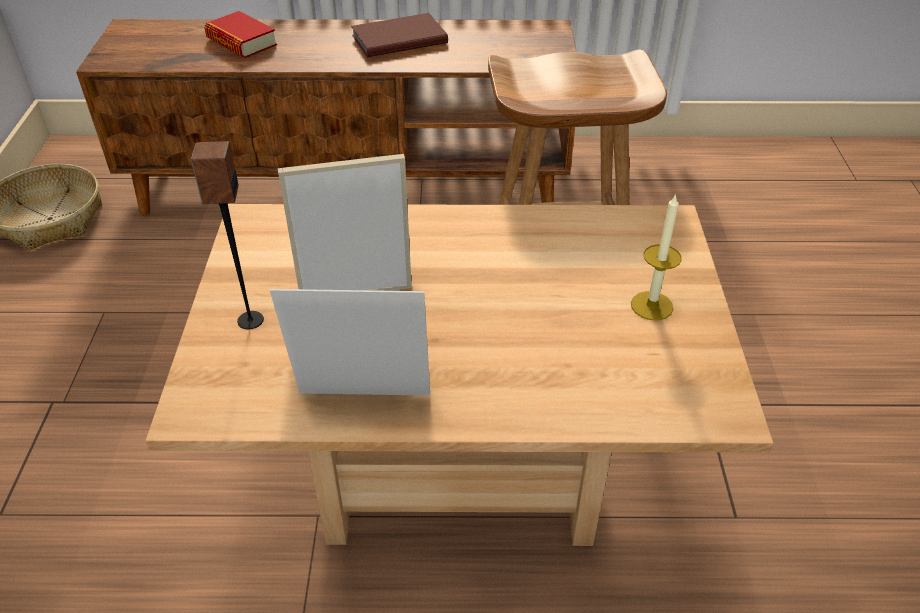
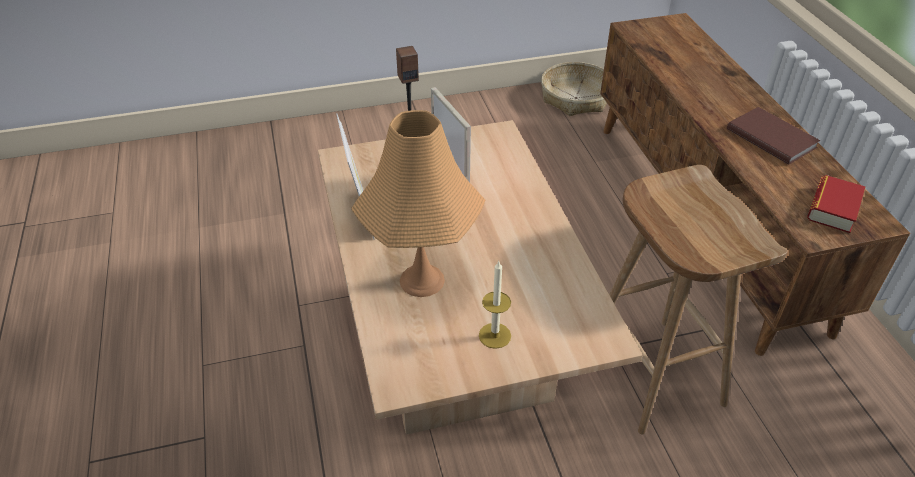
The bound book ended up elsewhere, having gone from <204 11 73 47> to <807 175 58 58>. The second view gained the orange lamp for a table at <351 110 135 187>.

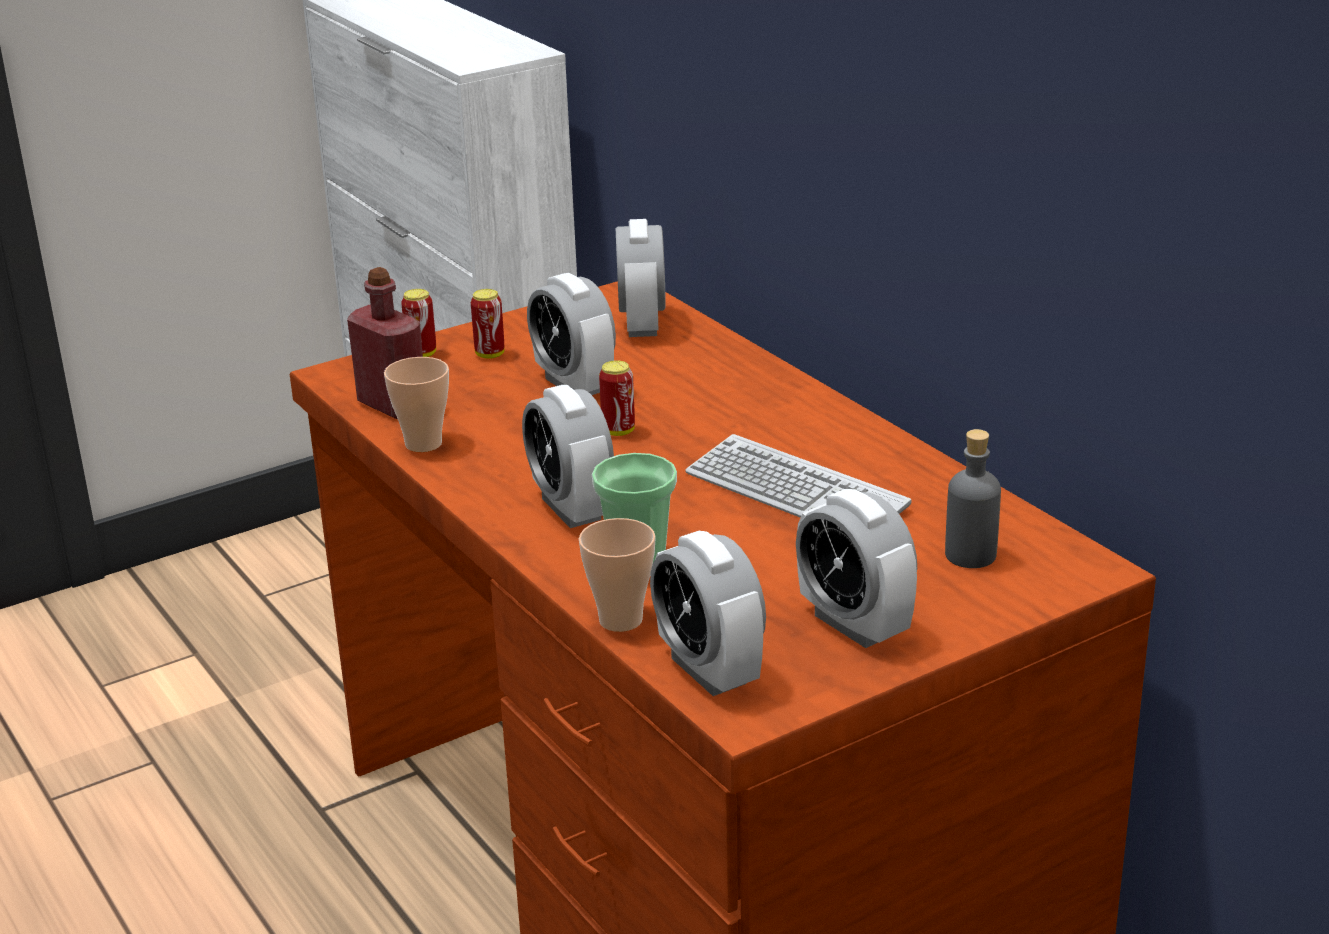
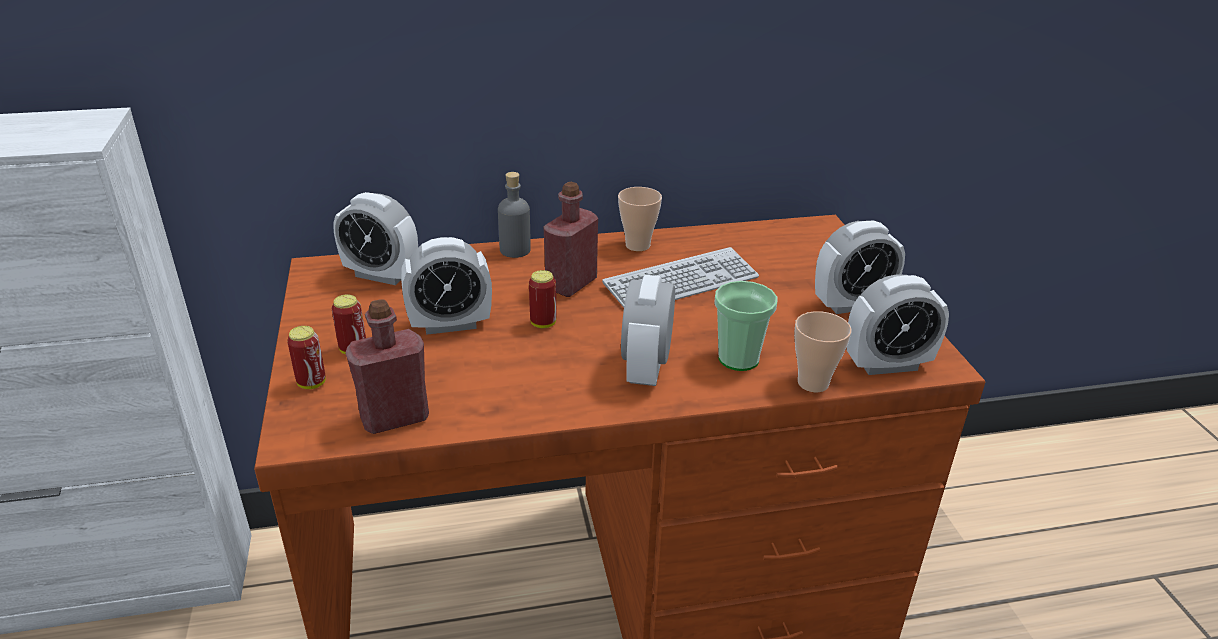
The cup ended up elsewhere, having gone from <384 357 65 95> to <618 187 44 65>. The table clock at <522 385 92 143> ended up facing another way, 105 degrees clockwise from before. The greyish beverage bottle ended up elsewhere, having gone from <945 429 56 139> to <498 172 33 86>. The second view gained the red beverage bottle at <544 182 54 115>.

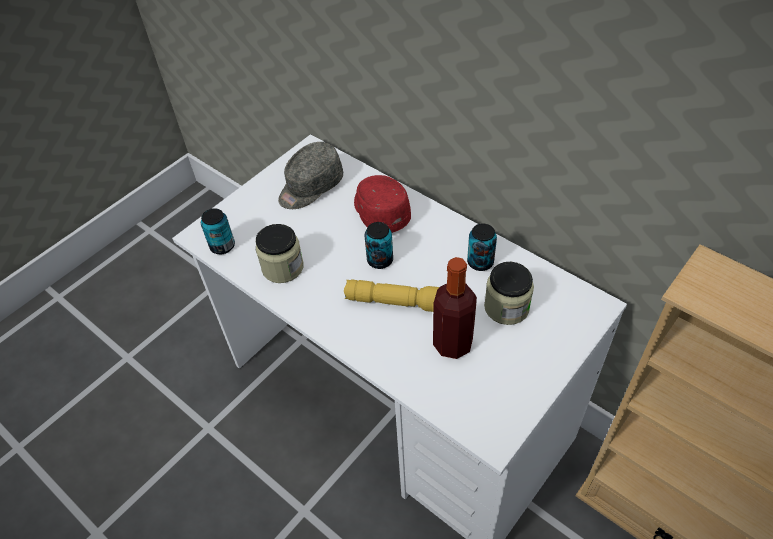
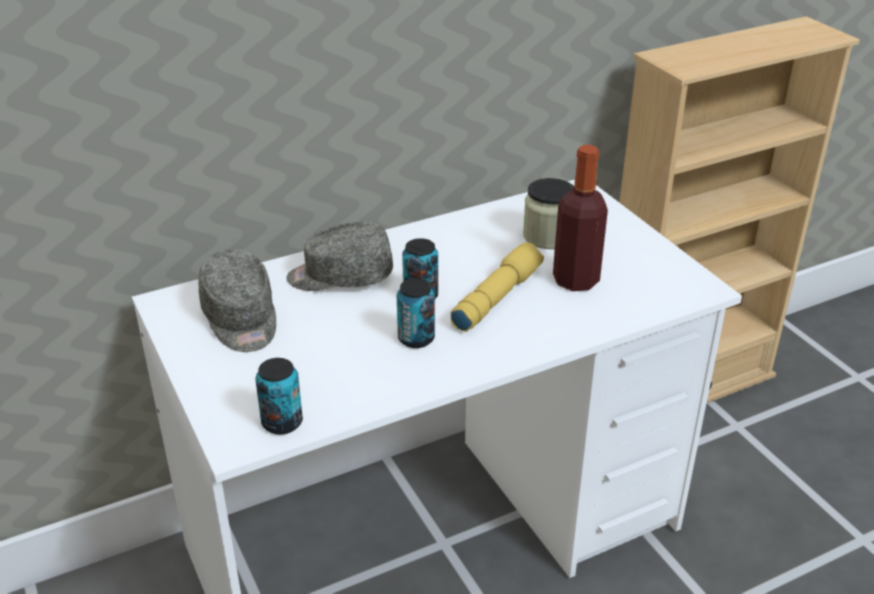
What was the red peaked cap at <354 175 57 58> turned into the greyish peaked cap at <286 222 107 69>. The sealed can ended up elsewhere, having gone from <467 223 30 48> to <397 278 38 70>. The second view lost the preserve jar at <256 224 48 59>.

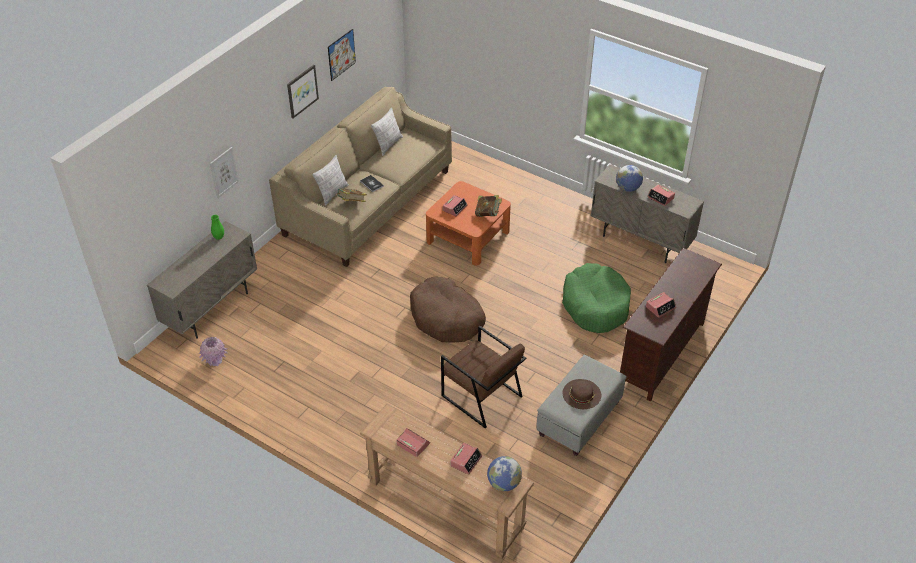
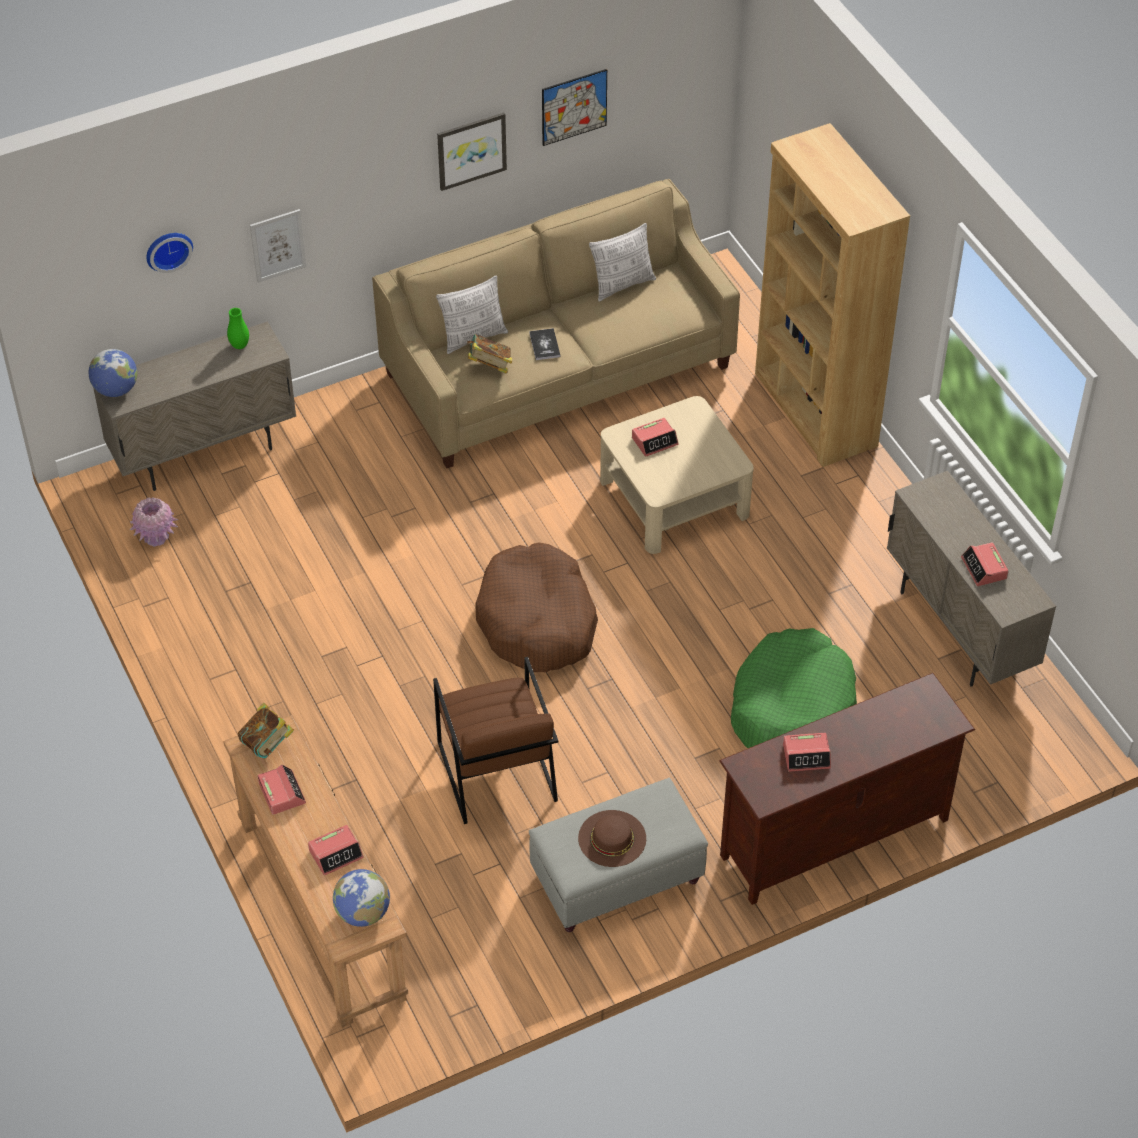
The desk globe ended up elsewhere, having gone from <616 165 27 27> to <88 349 49 48>. What was the orange low table at <426 181 85 85> turned into the sand-coloured low table at <600 396 154 158>. The bound book ended up elsewhere, having gone from <475 195 27 22> to <238 703 56 55>. The second view gained the brown-coloured shelving unit at <755 123 155 344>. The second view gained the wall clock at <147 233 46 40>.

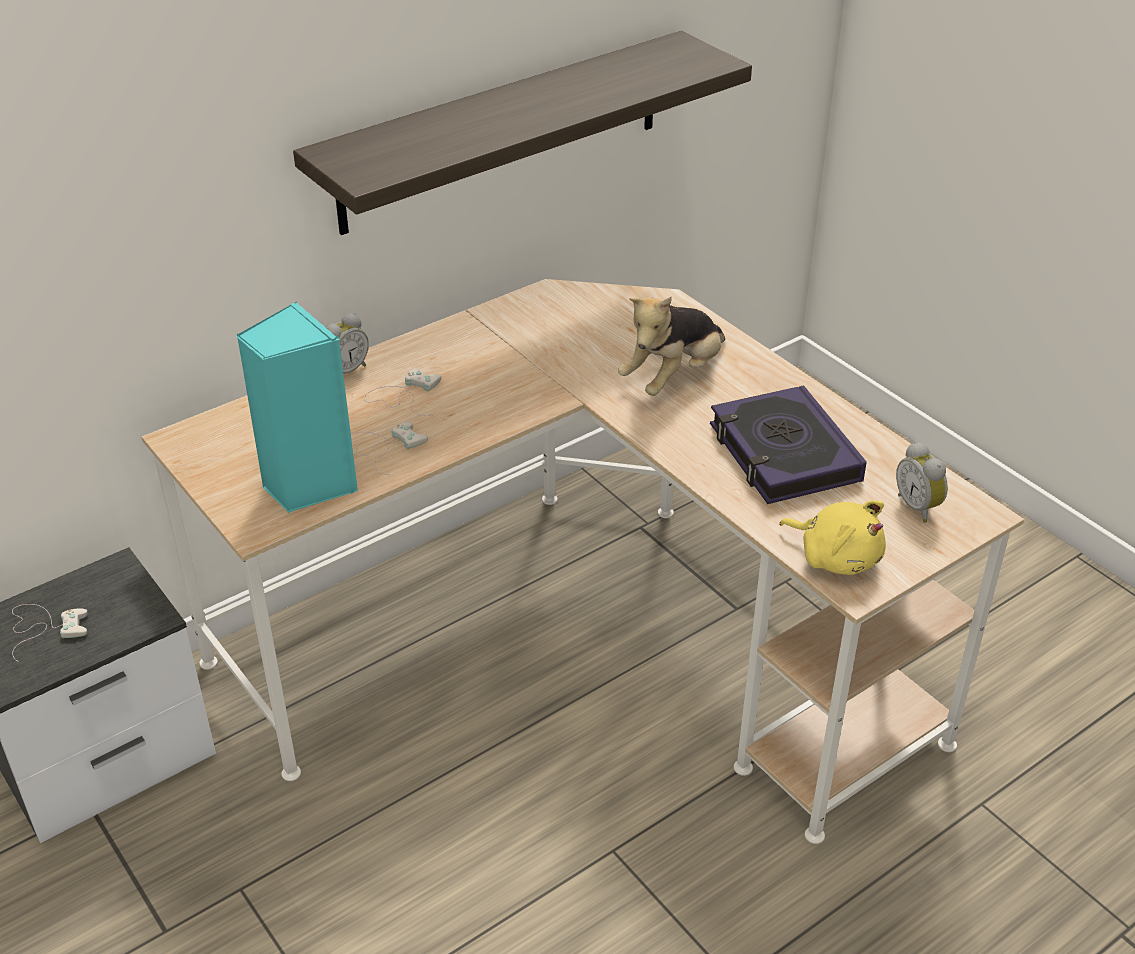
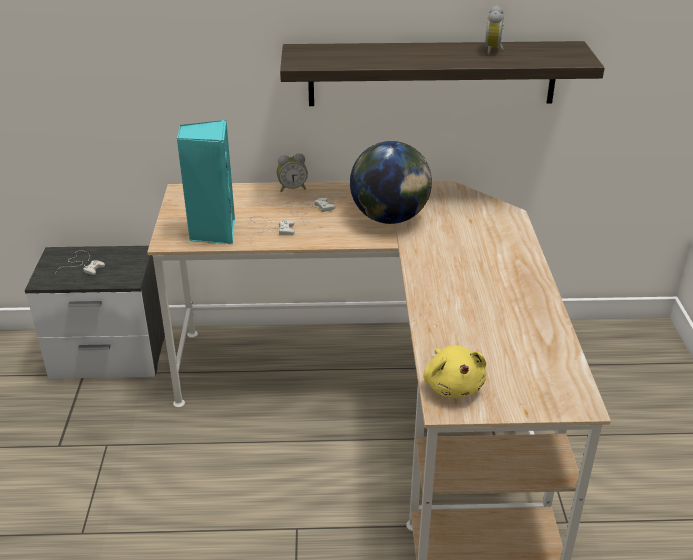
The second view lost the cuddly toy at <618 297 107 99>. The second view lost the bound book at <710 385 157 119>. The table clock ended up elsewhere, having gone from <896 442 52 81> to <485 5 19 50>. The second view gained the desk globe at <350 141 82 83>.

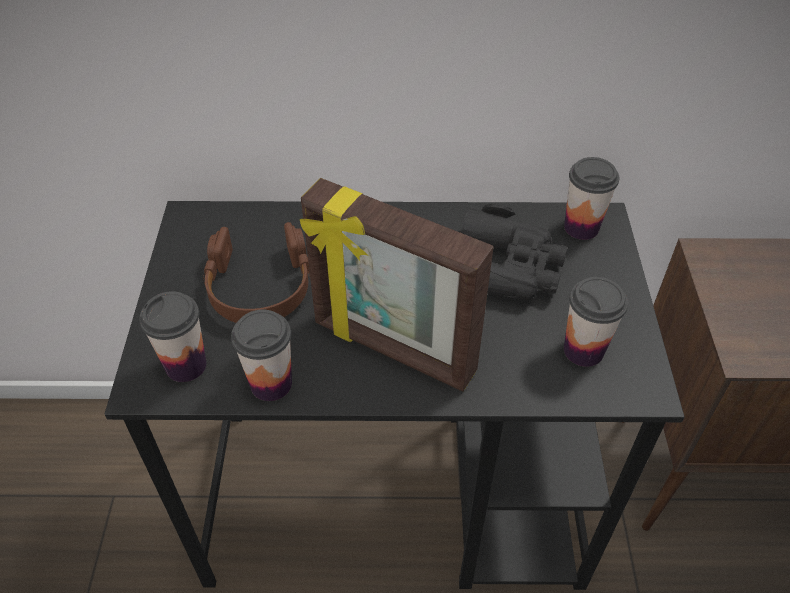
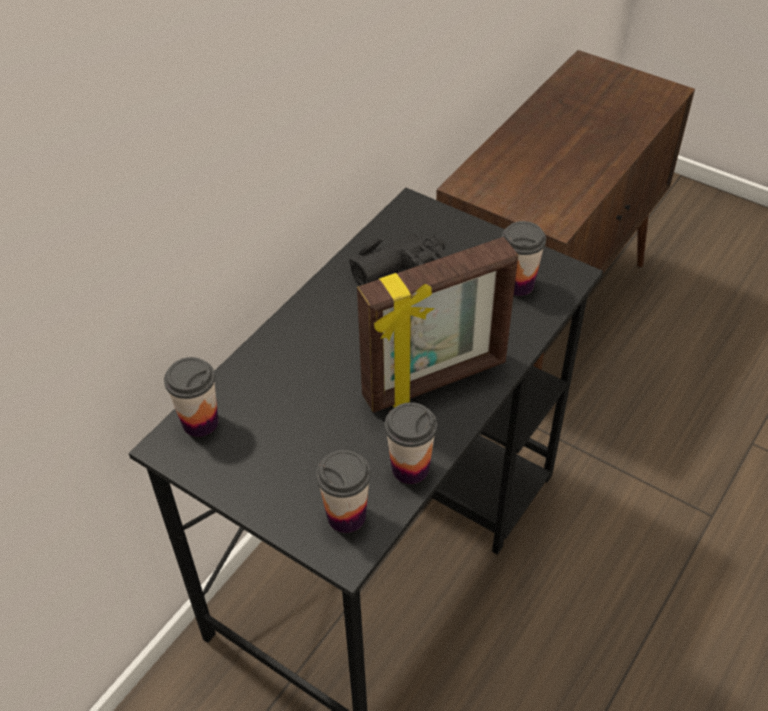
The cup ended up elsewhere, having gone from <564 157 55 83> to <164 357 54 80>. The second view lost the brown-coloured headphones at <203 222 107 101>.

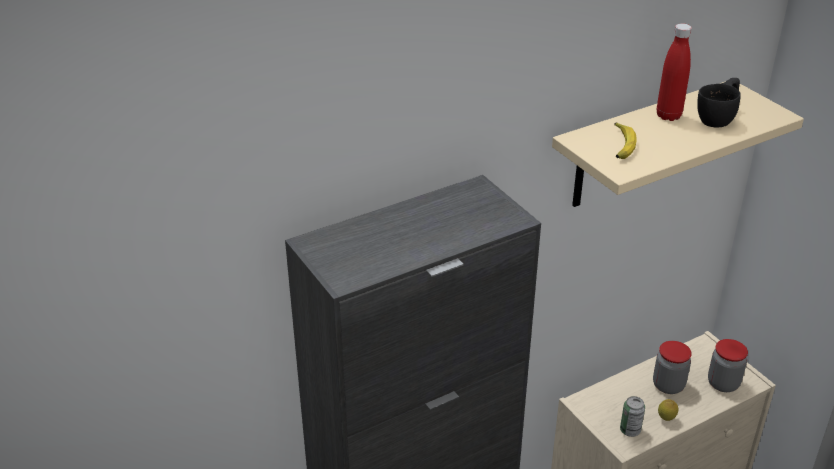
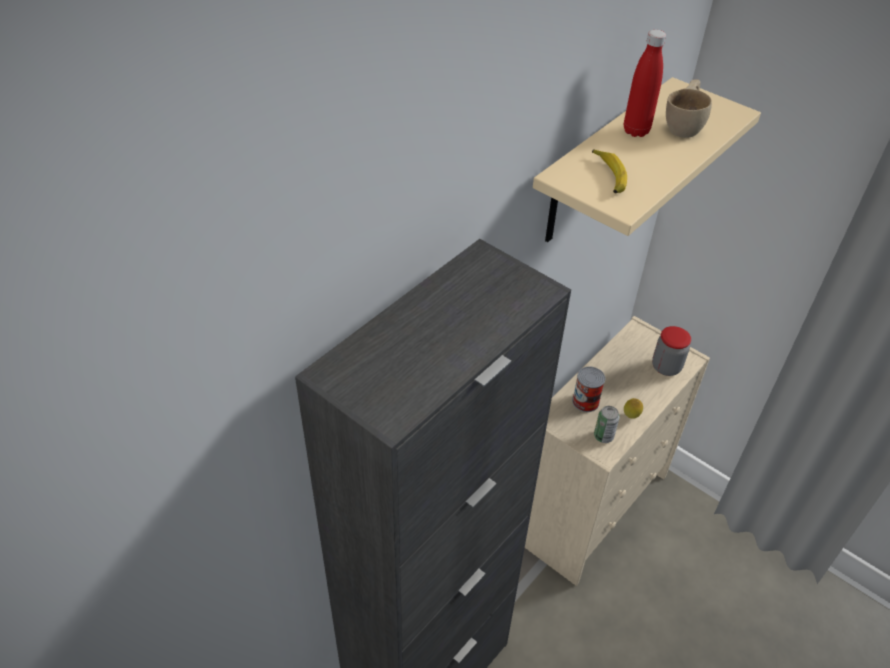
What was the blackish cup at <697 78 44 50> turned into the sand-coloured cup at <666 79 46 59>. The second view lost the preserve jar at <653 341 39 53>. The second view gained the sealed can at <572 367 33 45>.

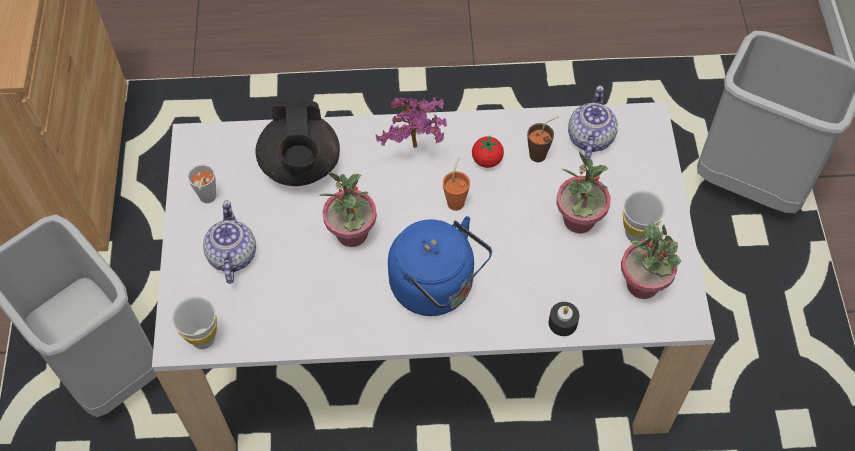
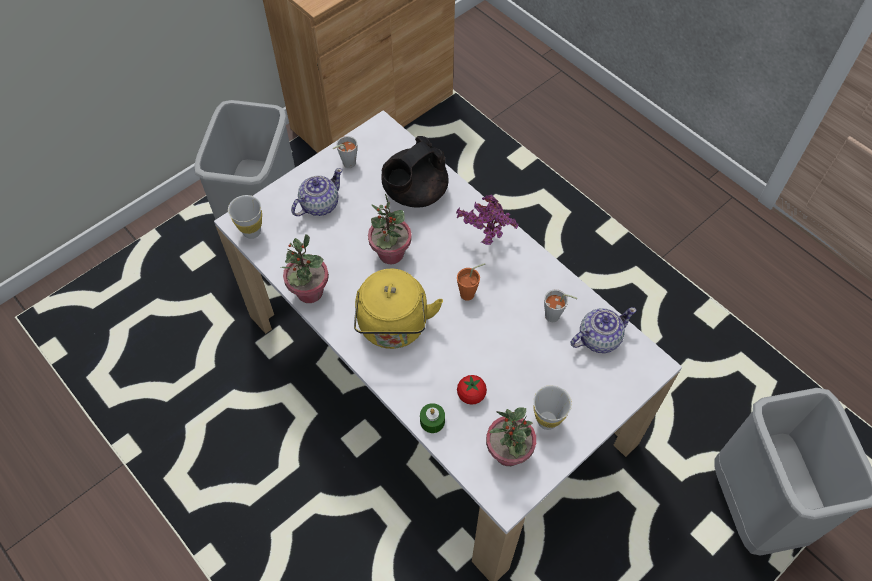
What was the brown-coloured cup at <527 116 32 46> turned into the greyish cup at <544 289 34 33>. The whole tomato ended up elsewhere, having gone from <472 136 32 32> to <457 375 30 30>. The houseplant ended up elsewhere, having gone from <557 152 53 81> to <281 234 48 69>. What was the blue-coloured kettle at <388 216 104 100> turned into the yellow kettle at <354 269 89 80>. What was the blackish wax light at <549 302 30 34> turned into the green wax light at <420 403 25 30>.

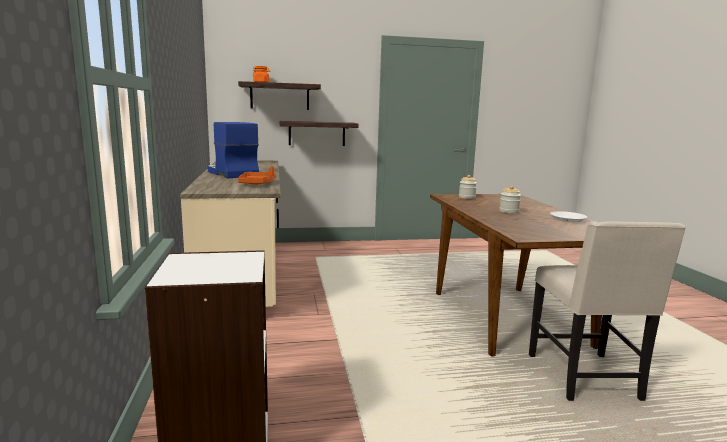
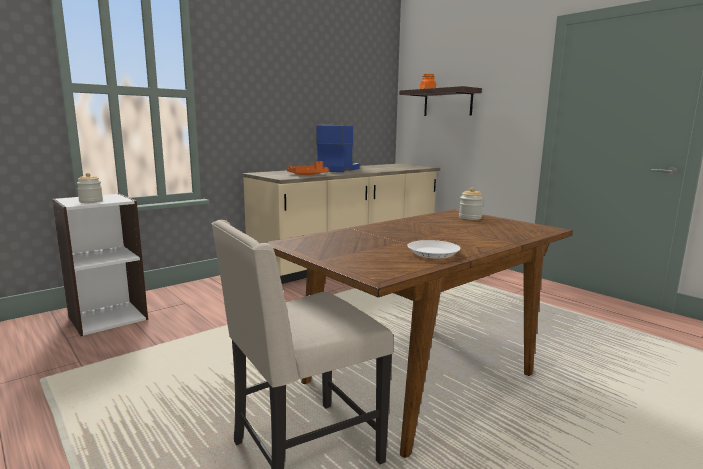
The second view lost the shelf at <280 121 79 25>. The preserve jar ended up elsewhere, having gone from <499 186 22 27> to <77 173 26 30>.

